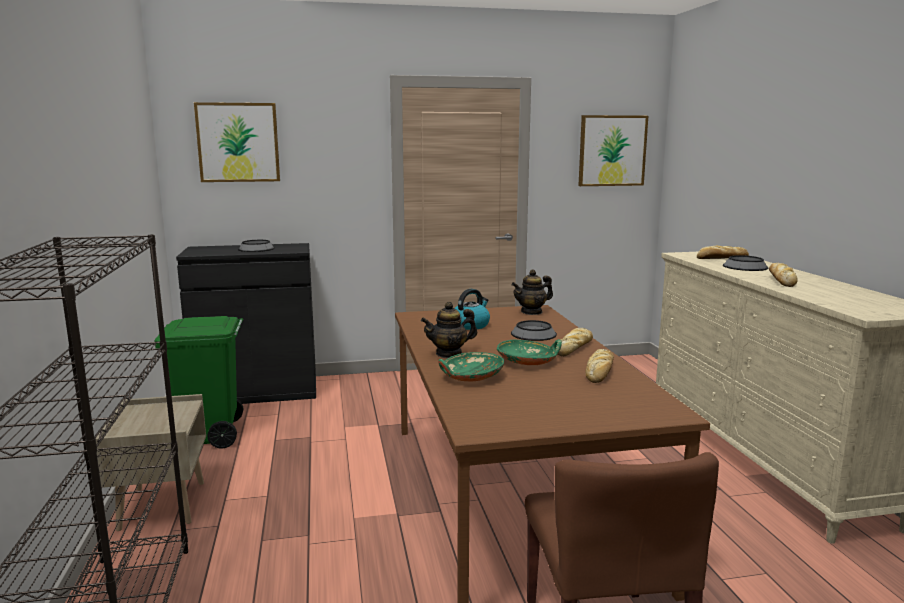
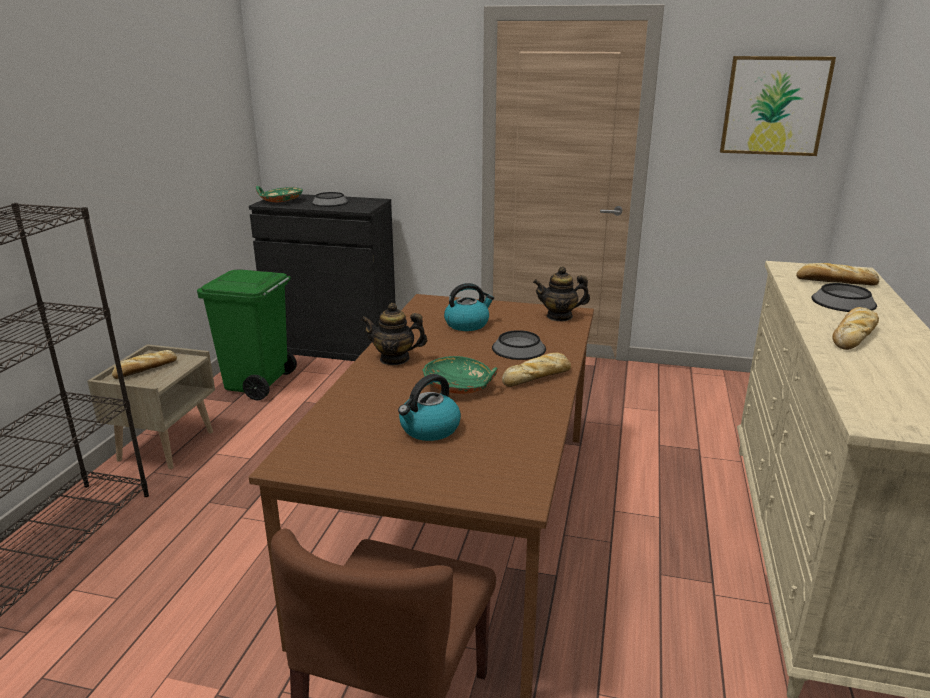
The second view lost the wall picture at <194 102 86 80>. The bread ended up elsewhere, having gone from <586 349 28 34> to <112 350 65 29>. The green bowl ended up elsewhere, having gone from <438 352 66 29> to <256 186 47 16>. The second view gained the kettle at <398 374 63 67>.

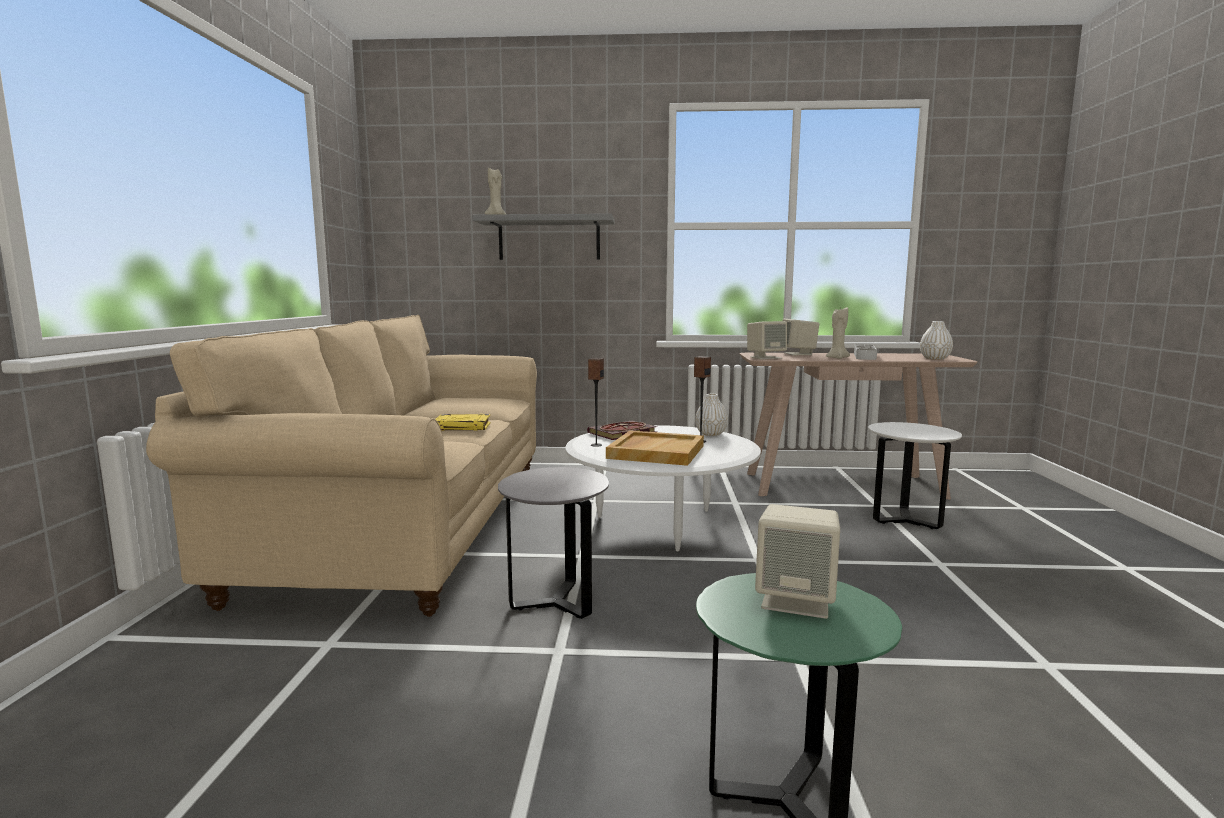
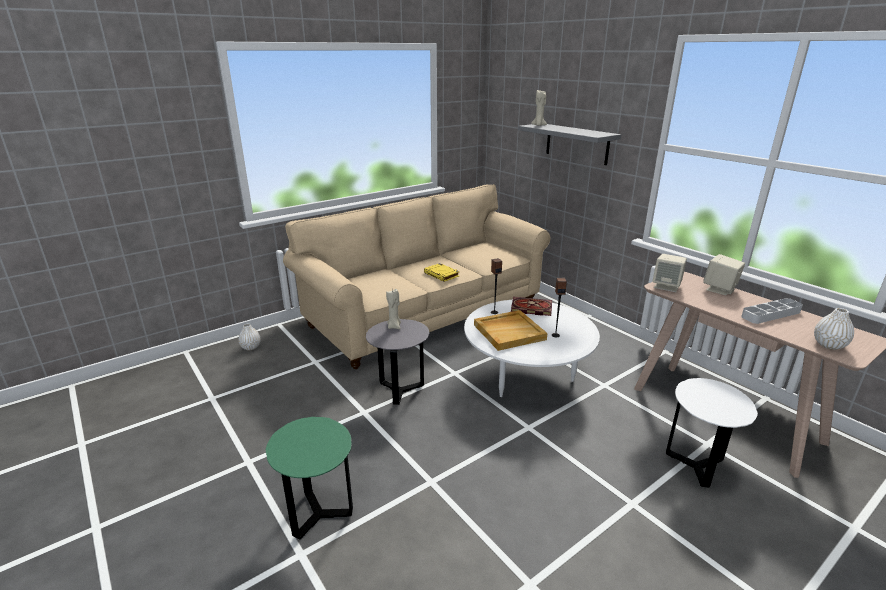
The sand-coloured wax light ended up elsewhere, having gone from <826 307 24 52> to <386 289 15 40>. The white-coloured flower vase ended up elsewhere, having gone from <695 394 33 42> to <238 324 23 26>. The second view lost the sand-coloured loudspeaker at <755 504 85 115>.

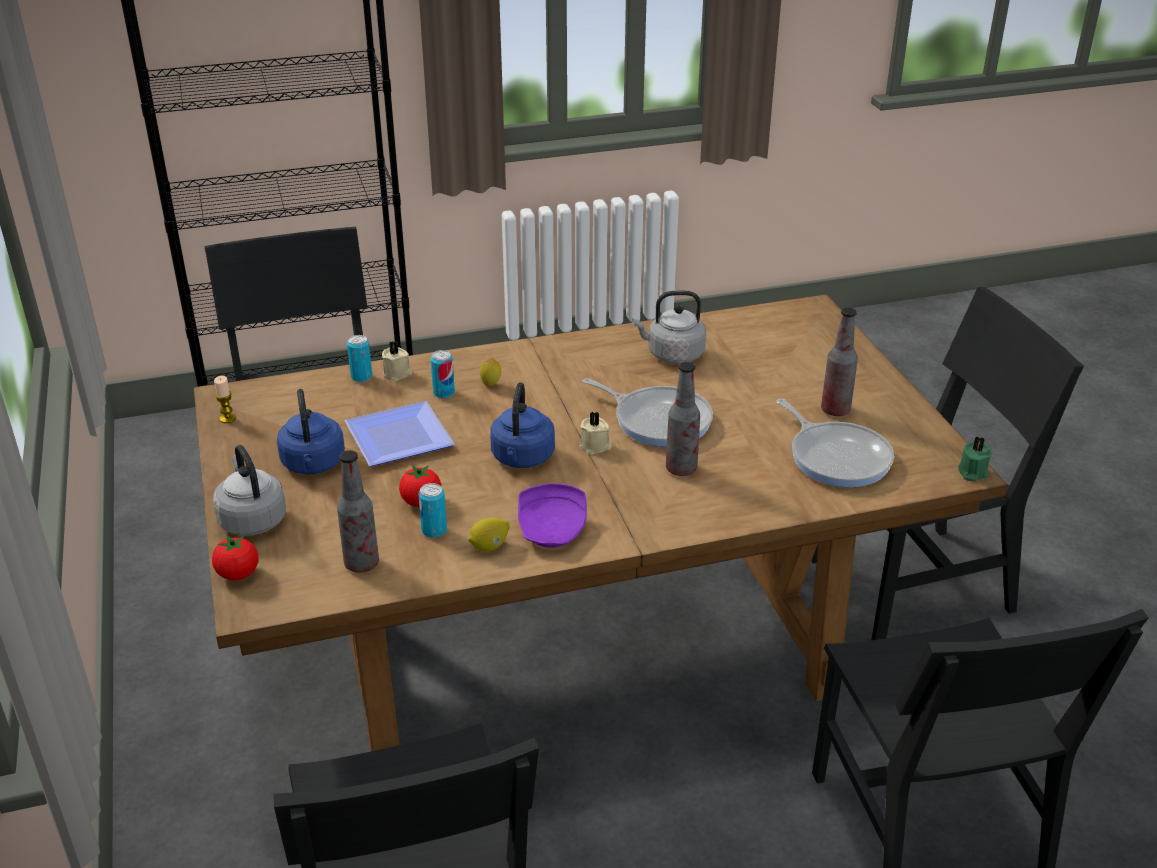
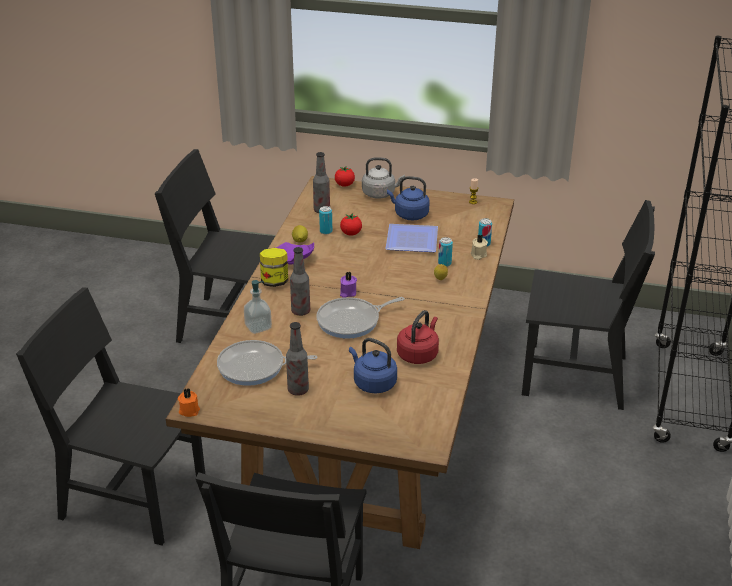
What was the greyish kettle at <632 290 74 74> turned into the red kettle at <397 310 42 54>. The blue-coloured kettle ended up elsewhere, having gone from <490 382 65 86> to <349 338 48 55>. What was the sand-coloured wax light at <579 412 33 43> turned into the purplish wax light at <340 272 17 26>. What was the green wax light at <958 436 35 46> turned into the orange wax light at <178 389 22 28>. The second view gained the preserve jar at <260 248 28 39>. The second view gained the soap dispenser at <244 280 28 54>.

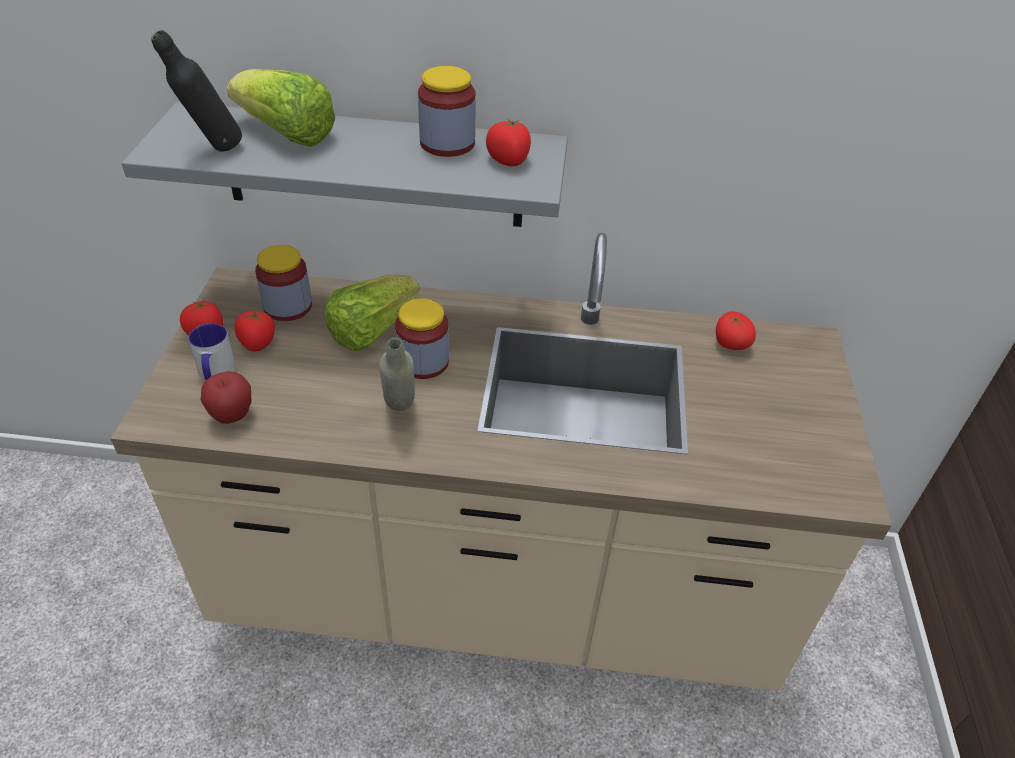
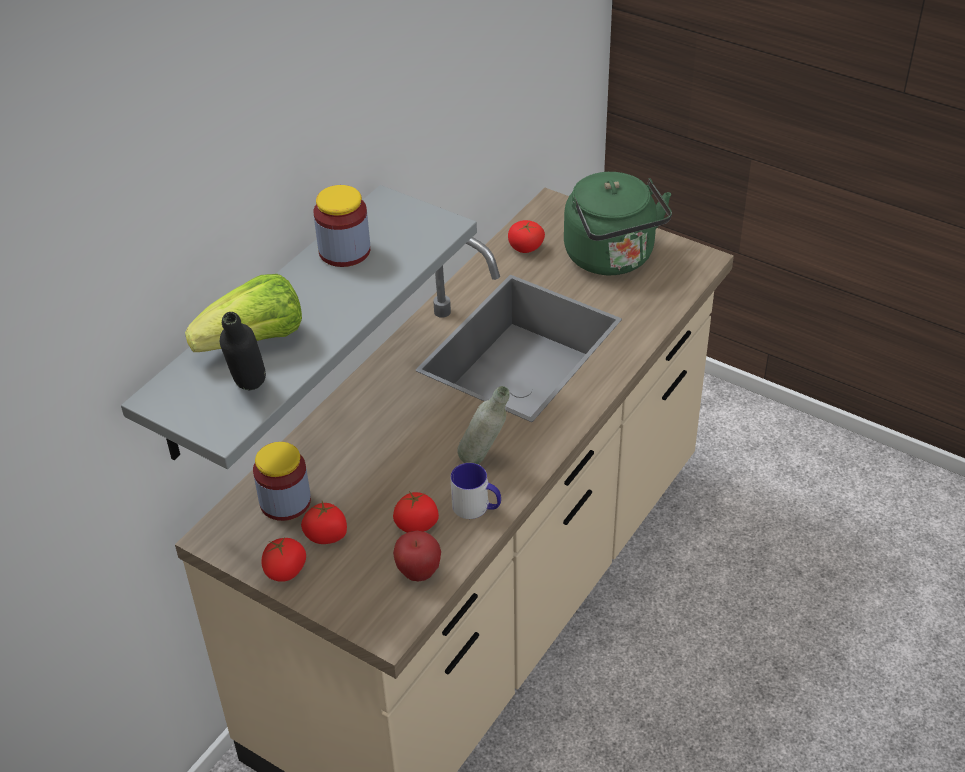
The whole tomato ended up elsewhere, having gone from <486 119 45 47> to <393 491 46 42>. The second view lost the head of lettuce at <325 274 95 77>. The second view lost the preserve jar at <395 298 54 81>. The mug ended up elsewhere, having gone from <188 323 48 57> to <451 463 50 56>. The second view gained the green kettle at <564 172 108 103>.

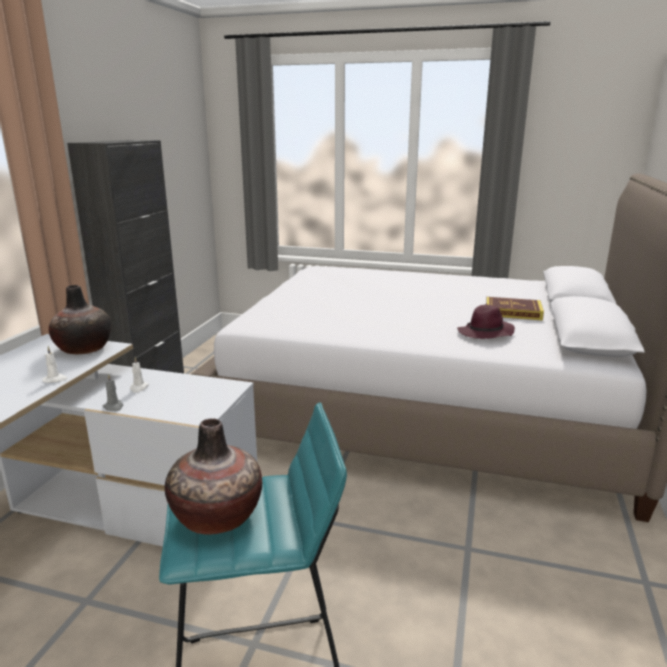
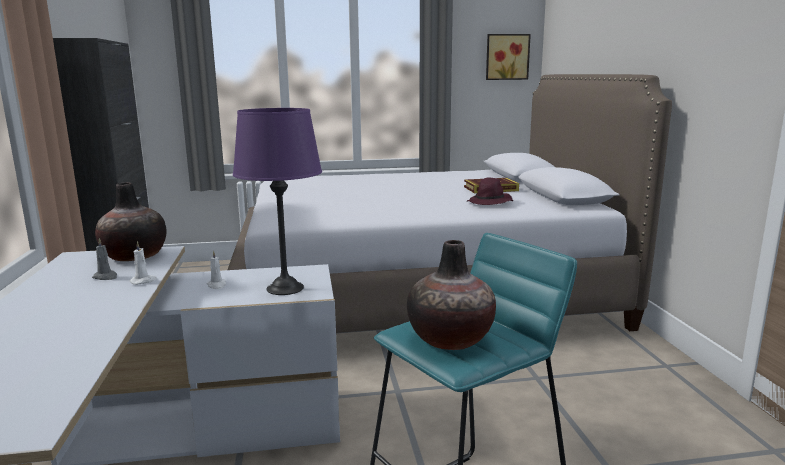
The greyish wax light ended up elsewhere, having gone from <102 374 21 38> to <92 238 25 42>. The second view gained the wall picture at <486 34 45 46>. The second view gained the purplish lamp for a table at <233 108 89 187>.

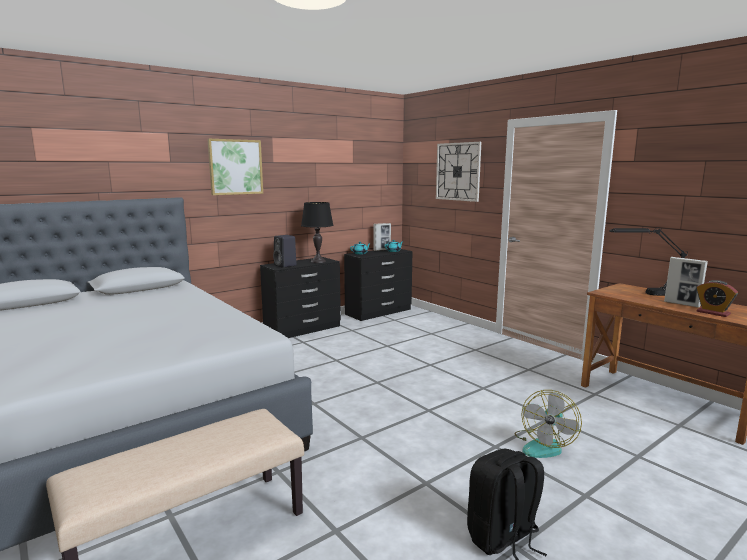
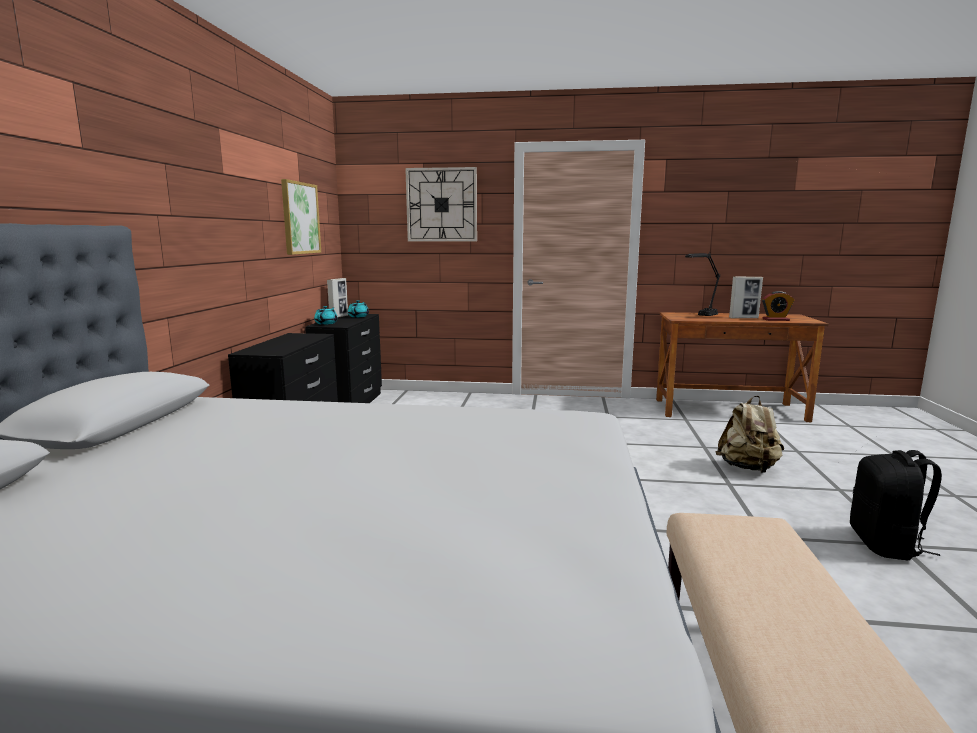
The wall picture ended up elsewhere, having gone from <207 139 56 56> to <281 179 40 76>. The second view lost the blackish lamp for a table at <301 202 33 61>. The second view lost the blackish loudspeaker at <273 235 24 33>. Where the fan stood at <514 390 68 68>, the sand-coloured backpack came to stand at <716 396 68 77>.

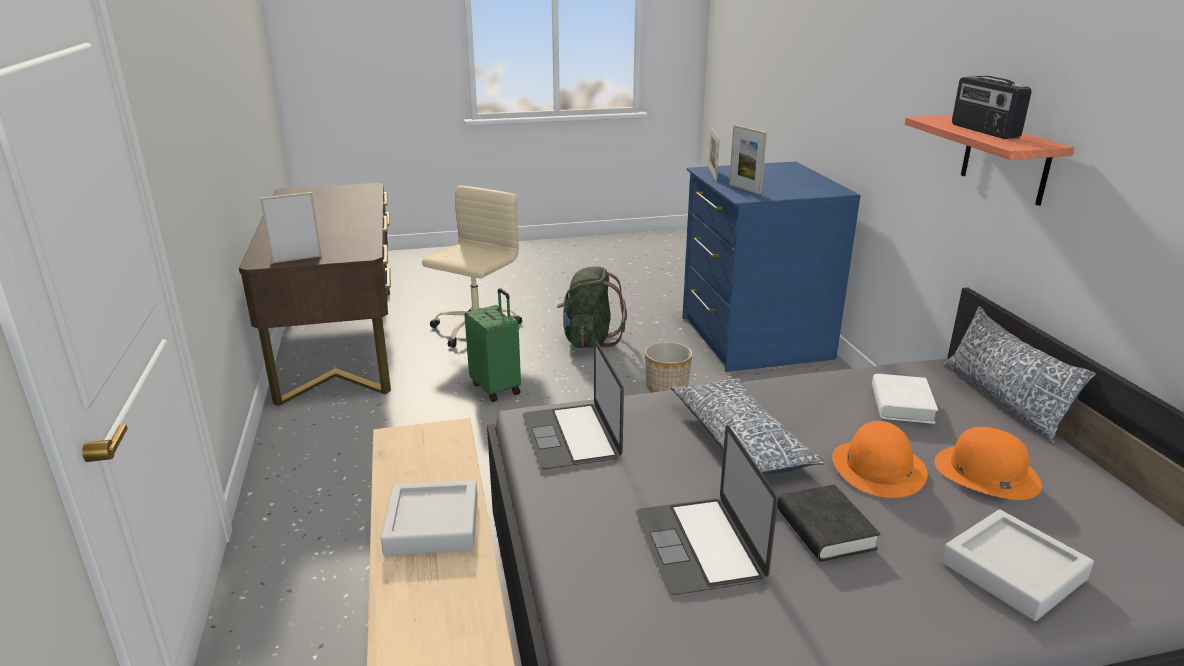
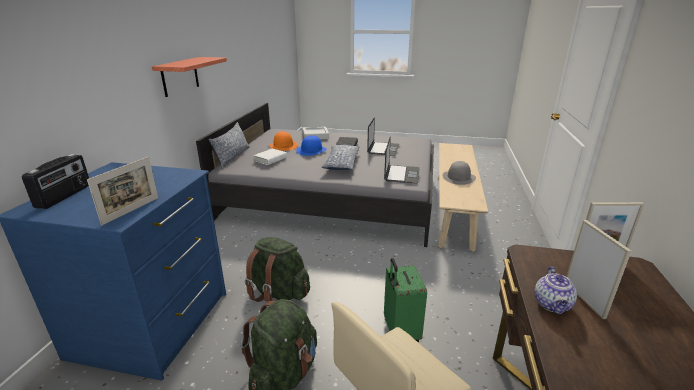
The radio ended up elsewhere, having gone from <952 76 79 63> to <22 154 67 55>. The picture frame ended up elsewhere, having gone from <729 125 38 70> to <566 220 65 99>. Where the plant pot stood at <645 342 48 50>, the green backpack came to stand at <245 237 65 65>. What was the orange hat at <832 421 96 77> turned into the blue-coloured hat at <296 135 31 21>. Where the greyish tray stood at <381 480 97 75>, the greyish hat came to stand at <442 161 34 24>. The second view gained the teapot at <535 267 42 47>.

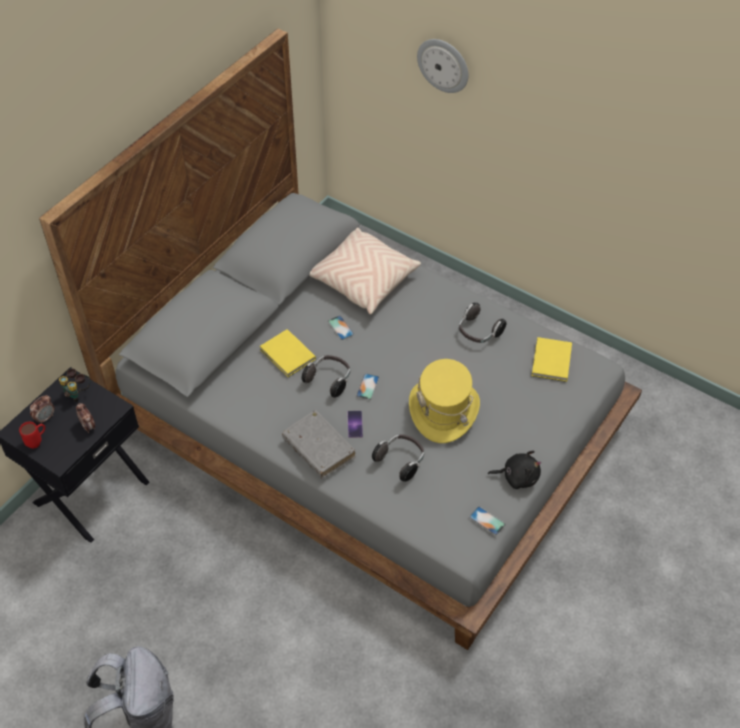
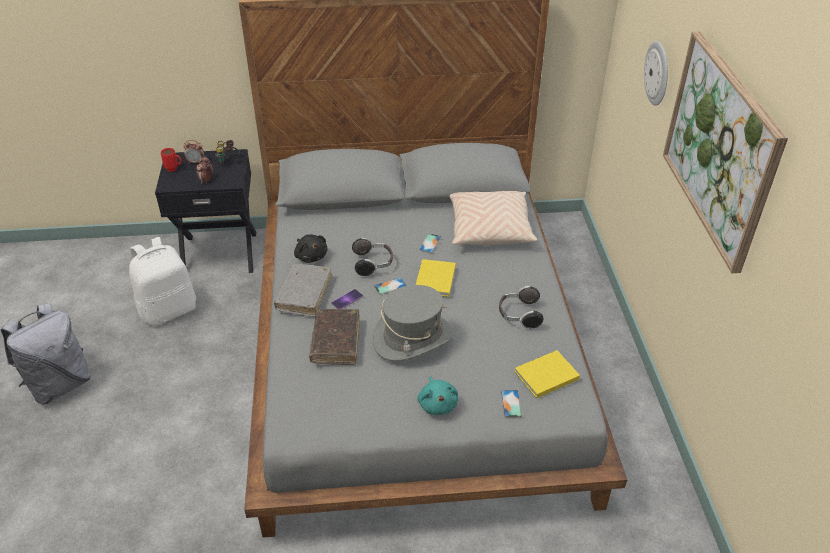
The yellow bound book ended up elsewhere, having gone from <260 329 56 48> to <416 259 40 38>. What was the yellow hat at <409 359 71 84> turned into the greyish hat at <373 285 80 76>. Where the headphones stood at <372 434 52 48>, the brown-coloured bound book came to stand at <309 309 51 56>. The blackish cuddly toy ended up elsewhere, having gone from <488 451 53 38> to <294 234 34 29>. The phone ended up elsewhere, having gone from <469 507 36 28> to <501 390 21 27>. The second view gained the wall picture at <663 31 125 243>. The second view gained the white-coloured backpack at <129 237 67 89>. The second view gained the blue-green cuddly toy at <417 376 41 39>.

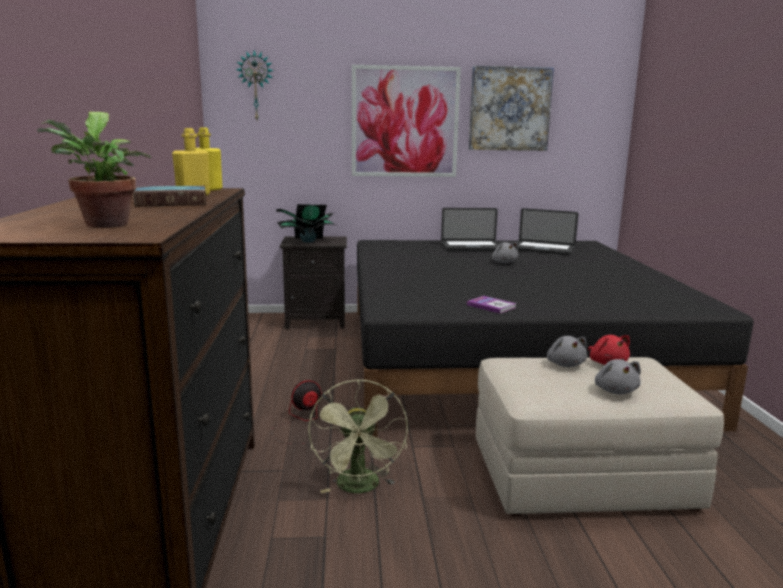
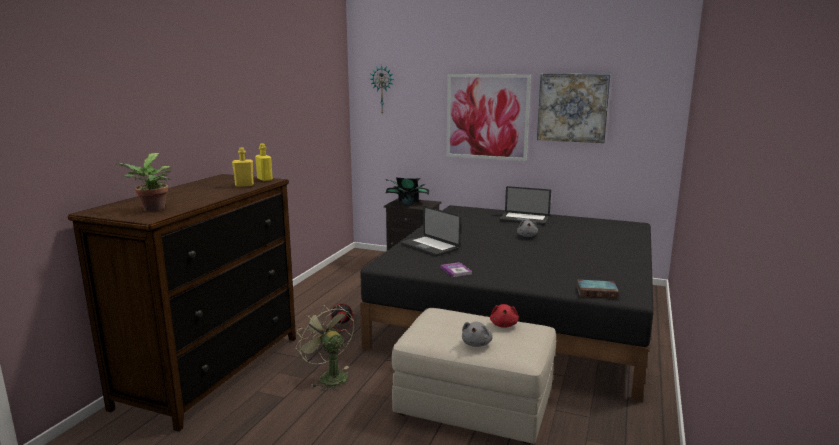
The bound book ended up elsewhere, having gone from <133 186 73 21> to <577 280 42 19>. The laptop ended up elsewhere, having gone from <517 208 61 47> to <401 206 60 50>. The second view lost the greyish cuddly toy at <547 336 40 31>. The green fan at <308 379 100 114> ended up facing another way, 120 degrees clockwise from before.

